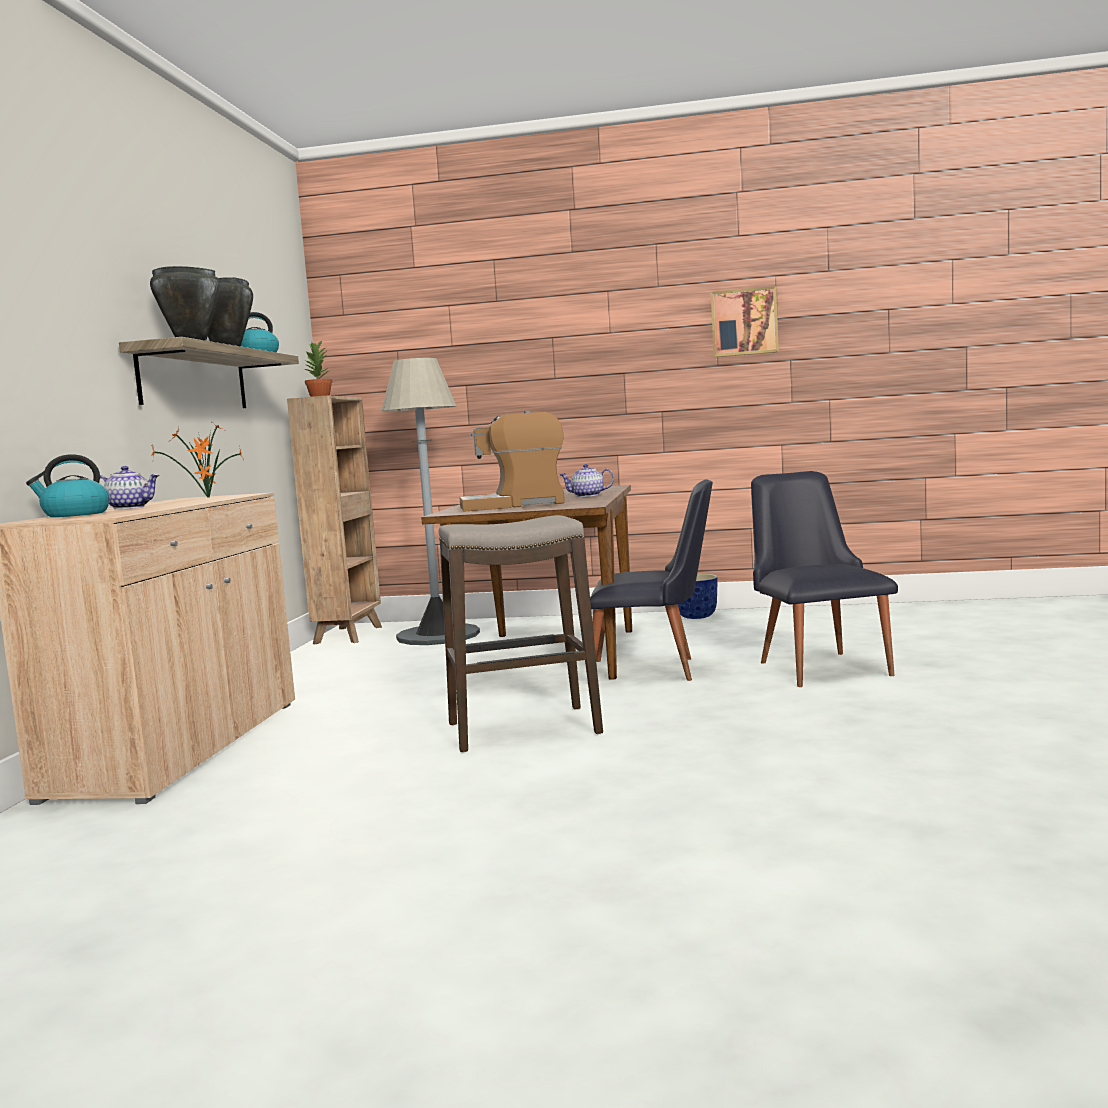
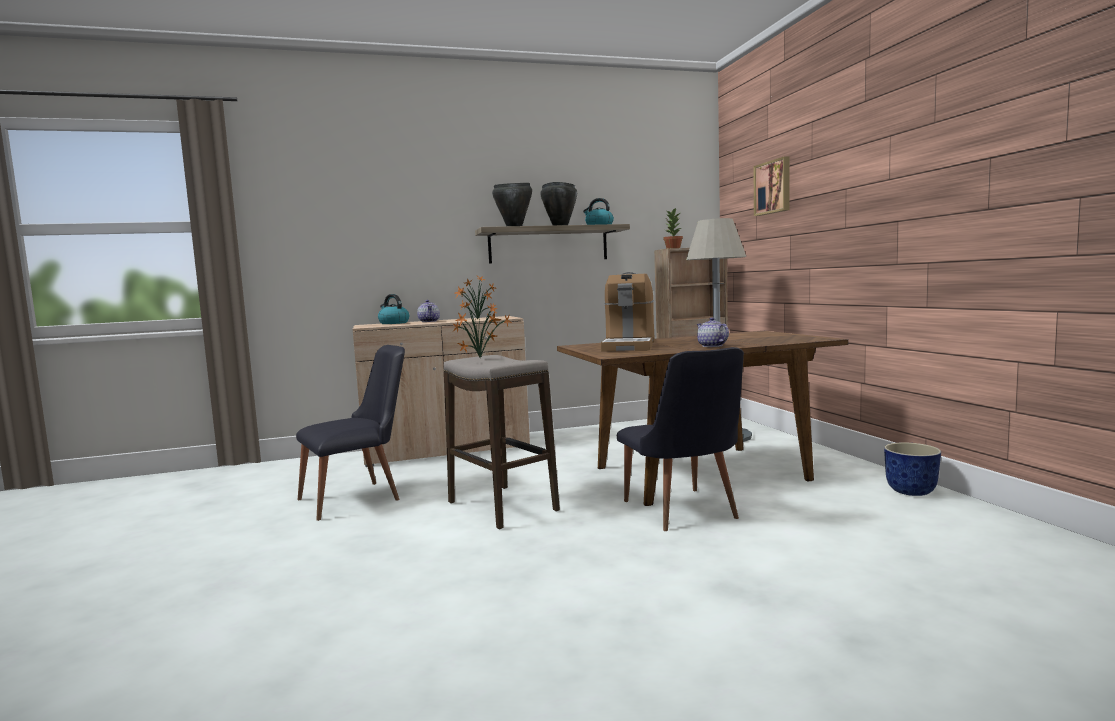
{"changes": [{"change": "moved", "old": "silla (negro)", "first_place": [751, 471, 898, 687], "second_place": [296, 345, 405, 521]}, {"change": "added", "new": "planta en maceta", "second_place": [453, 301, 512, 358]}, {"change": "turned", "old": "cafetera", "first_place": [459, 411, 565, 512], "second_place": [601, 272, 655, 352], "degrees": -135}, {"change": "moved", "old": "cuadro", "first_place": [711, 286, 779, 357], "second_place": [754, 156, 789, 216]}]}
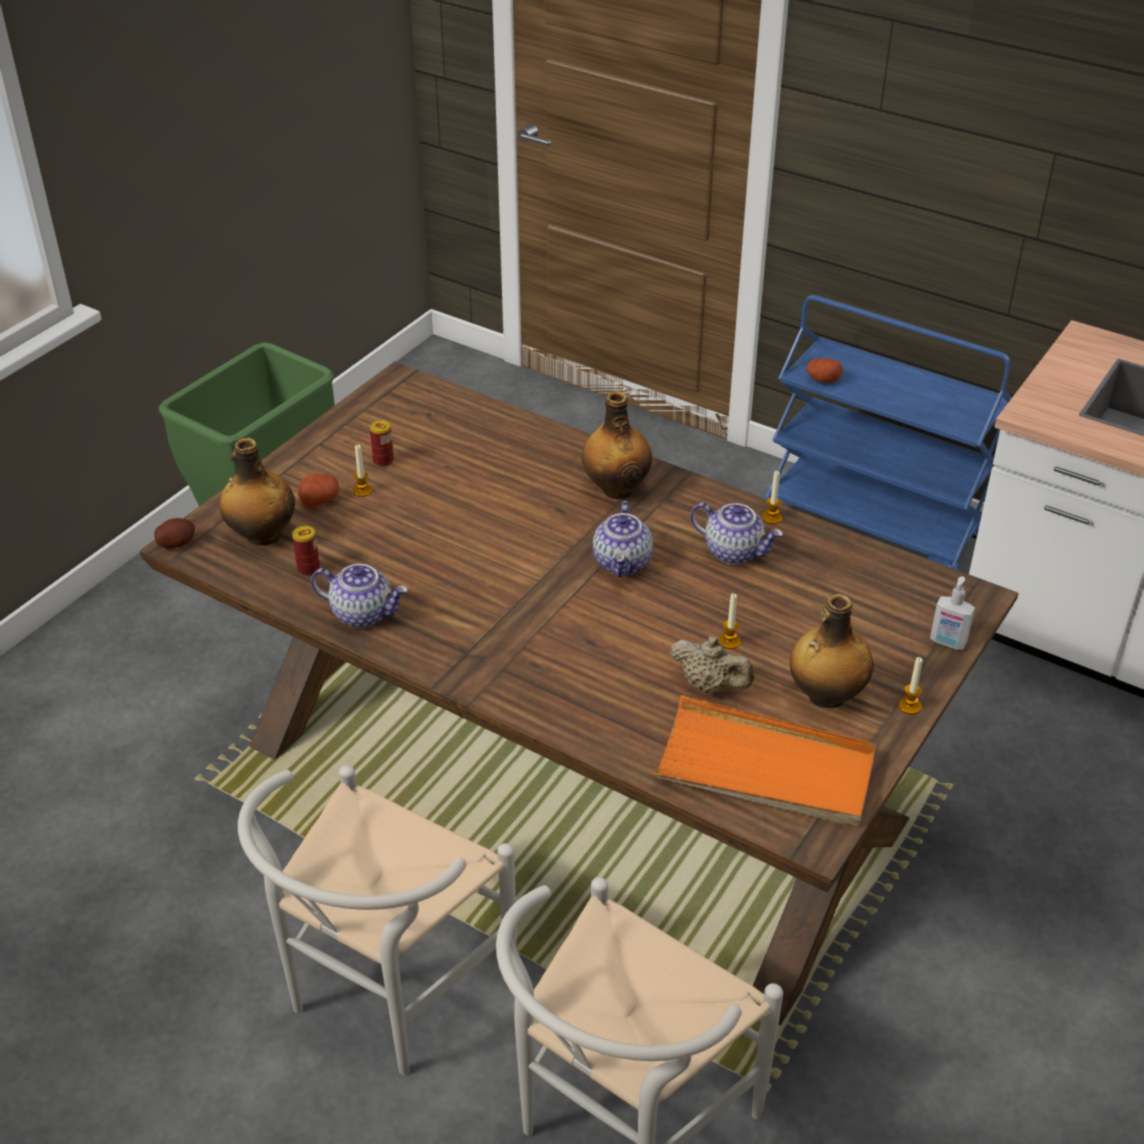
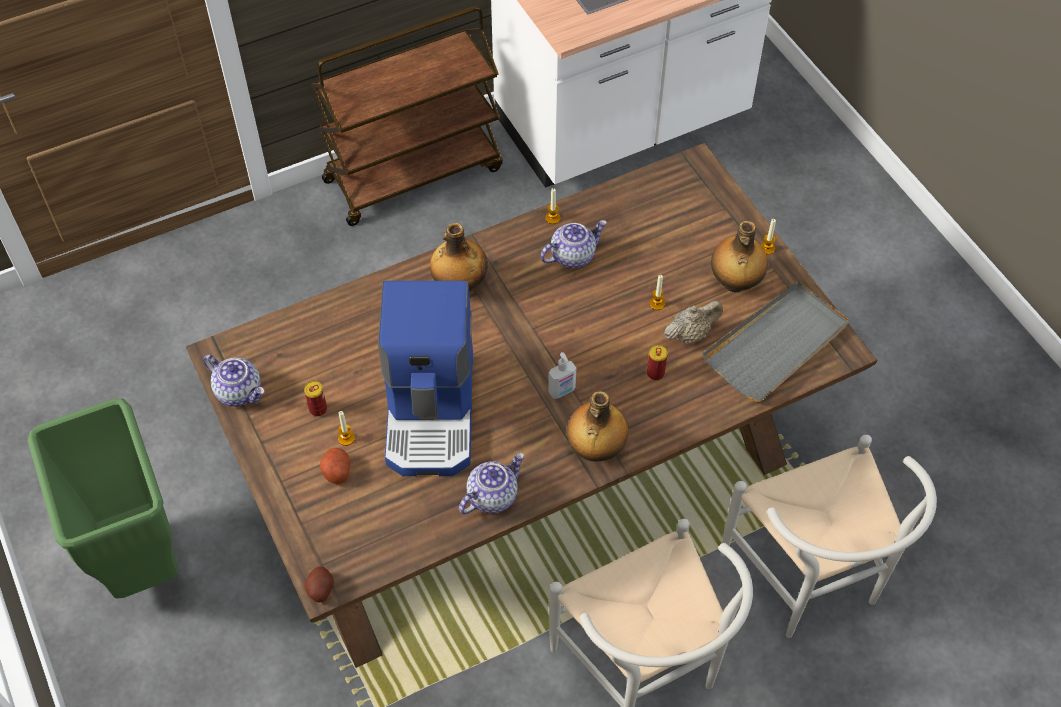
{"changes": [{"change": "moved", "old": "tetera", "first_place": [593, 501, 653, 577], "second_place": [203, 355, 265, 407]}, {"change": "recoloured", "old": "carrito (azul)", "new": "carrito (marrón)", "first_place": [764, 295, 1012, 570], "second_place": [311, 6, 503, 226]}, {"change": "added", "new": "cafetera", "second_place": [378, 281, 473, 476]}, {"change": "moved", "old": "dispensador de jabón", "first_place": [930, 576, 975, 650], "second_place": [548, 352, 576, 399]}, {"change": "moved", "old": "botella", "first_place": [220, 438, 295, 546], "second_place": [567, 391, 628, 462]}, {"change": "moved", "old": "lata", "first_place": [292, 526, 320, 576], "second_place": [647, 345, 668, 381]}, {"change": "recoloured", "old": "bandeja (naranja)", "new": "bandeja (gris)", "first_place": [653, 695, 876, 826], "second_place": [702, 281, 849, 402]}, {"change": "removed", "old": "patata", "first_place": [806, 358, 843, 383]}]}
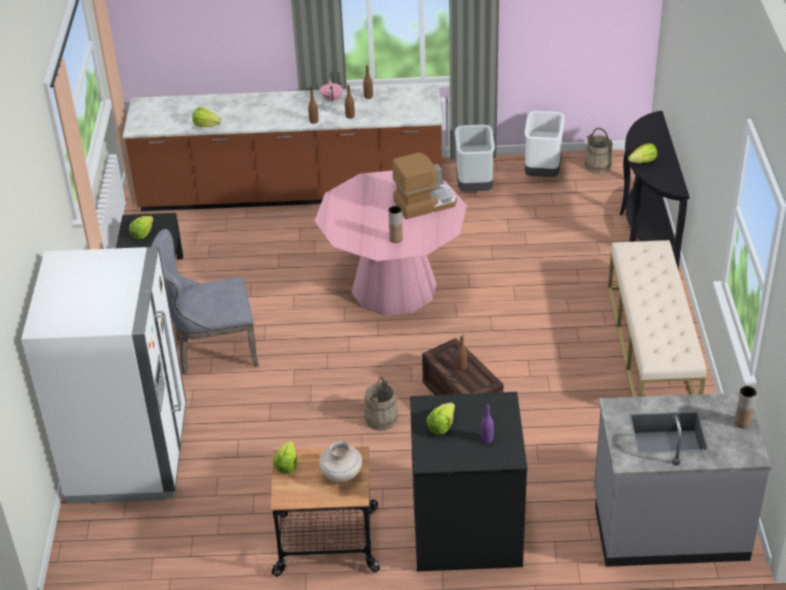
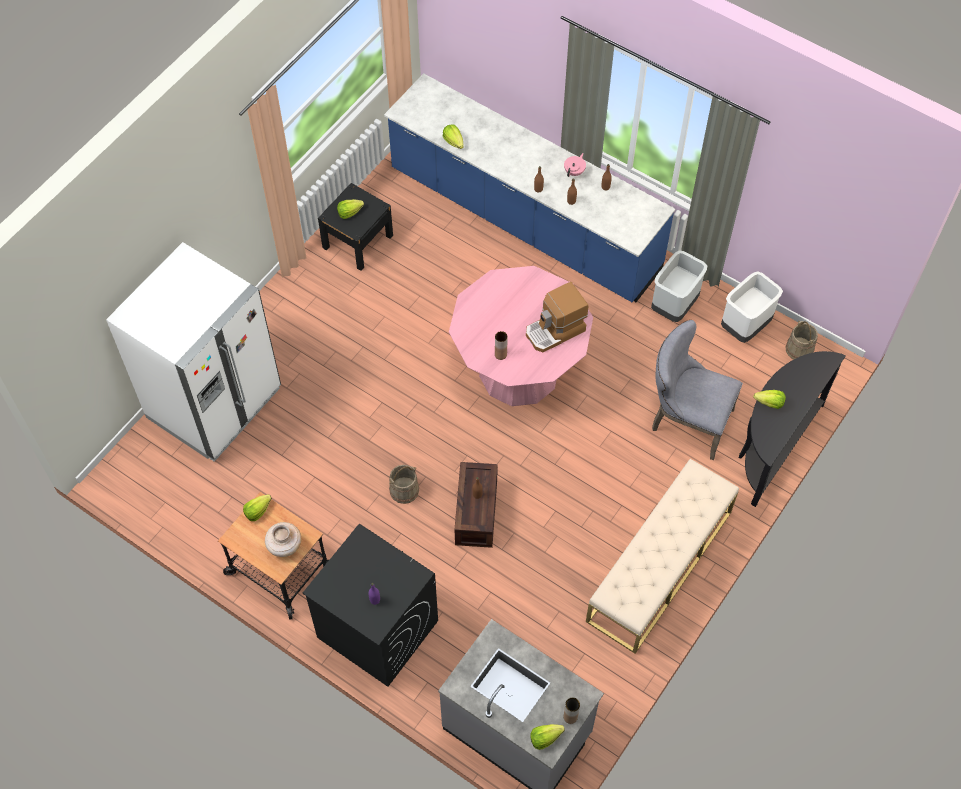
{"changes": [{"change": "recoloured", "old": "mueble bajo de cocina (marrón)", "new": "mueble bajo de cocina (azul)", "first_place": [123, 85, 443, 211], "second_place": [384, 73, 675, 302]}, {"change": "turned", "old": "cafetera", "first_place": [392, 152, 457, 219], "second_place": [526, 282, 588, 352], "degrees": 135}, {"change": "moved", "old": "lechuga", "first_place": [426, 403, 455, 435], "second_place": [530, 724, 565, 750]}, {"change": "moved", "old": "silla (gris)", "first_place": [151, 229, 259, 374], "second_place": [652, 320, 743, 460]}]}
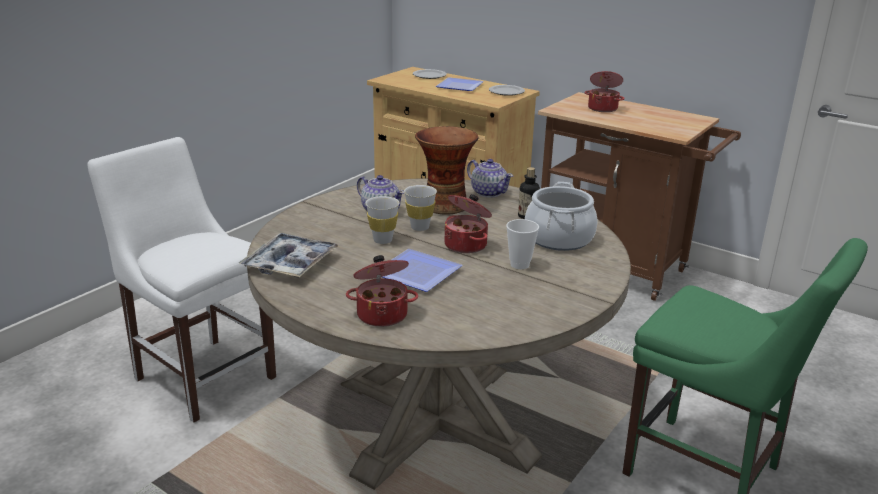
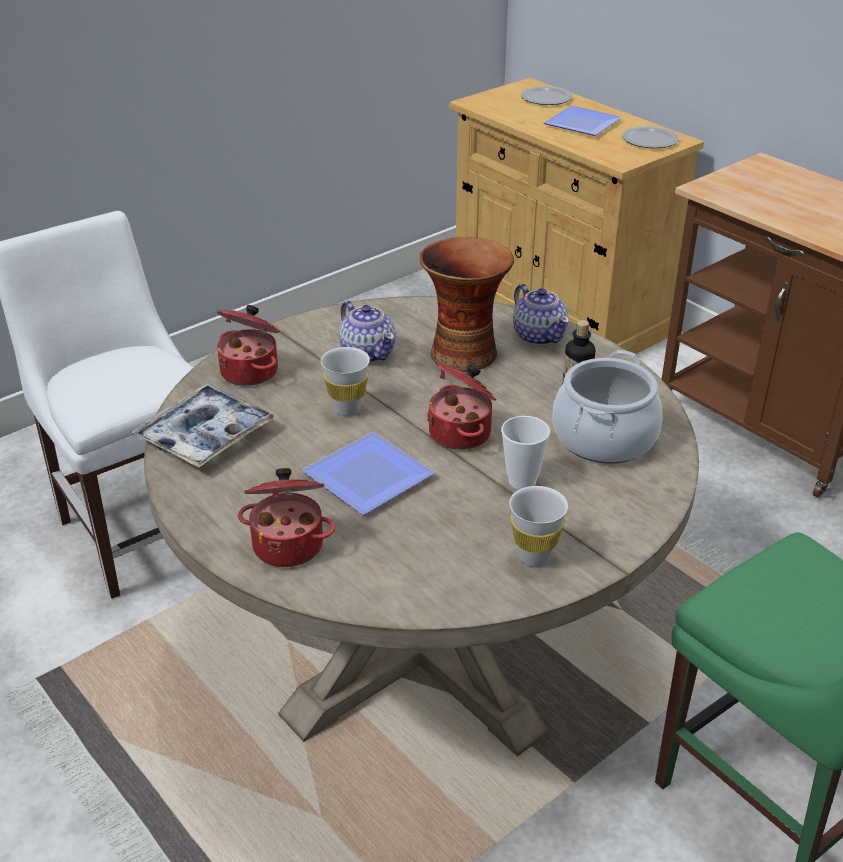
{"changes": [{"change": "moved", "old": "olla", "first_place": [584, 71, 625, 112], "second_place": [217, 305, 279, 386]}, {"change": "moved", "old": "taza (blanco)", "first_place": [404, 185, 437, 231], "second_place": [509, 486, 568, 567]}]}
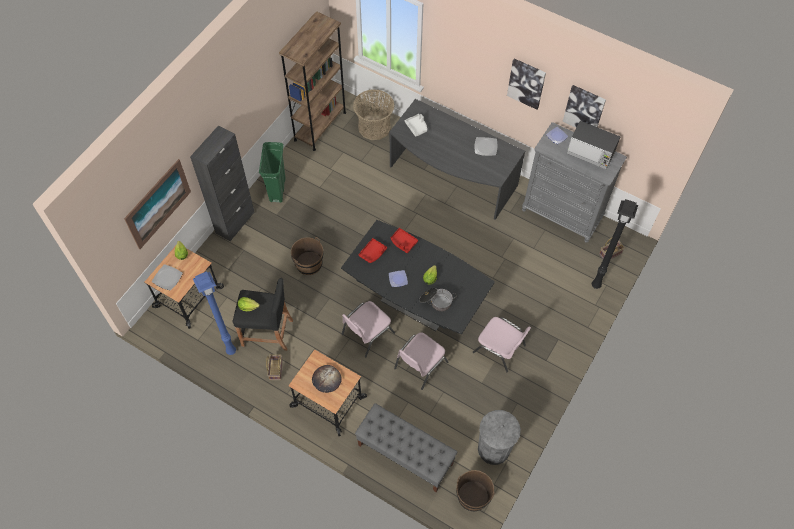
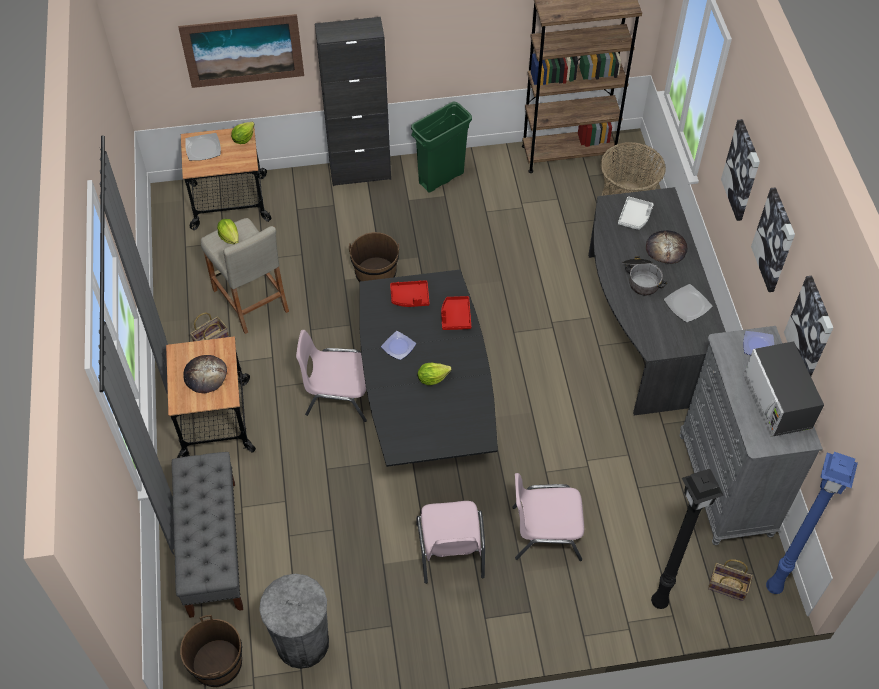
{"changes": [{"change": "recoloured", "old": "taburete (negro)", "new": "taburete (beis)", "first_place": [233, 278, 293, 351], "second_place": [201, 218, 289, 334]}, {"change": "moved", "old": "silla (rosa)", "first_place": [394, 332, 448, 390], "second_place": [512, 473, 584, 561]}, {"change": "moved", "old": "olla", "first_place": [419, 288, 456, 312], "second_place": [621, 256, 667, 296]}, {"change": "added", "new": "pan", "second_place": [646, 230, 688, 264]}, {"change": "added", "new": "cuadro", "second_place": [721, 119, 760, 221]}, {"change": "moved", "old": "lámpara de pie (azul)", "first_place": [193, 271, 236, 355], "second_place": [766, 452, 858, 594]}]}
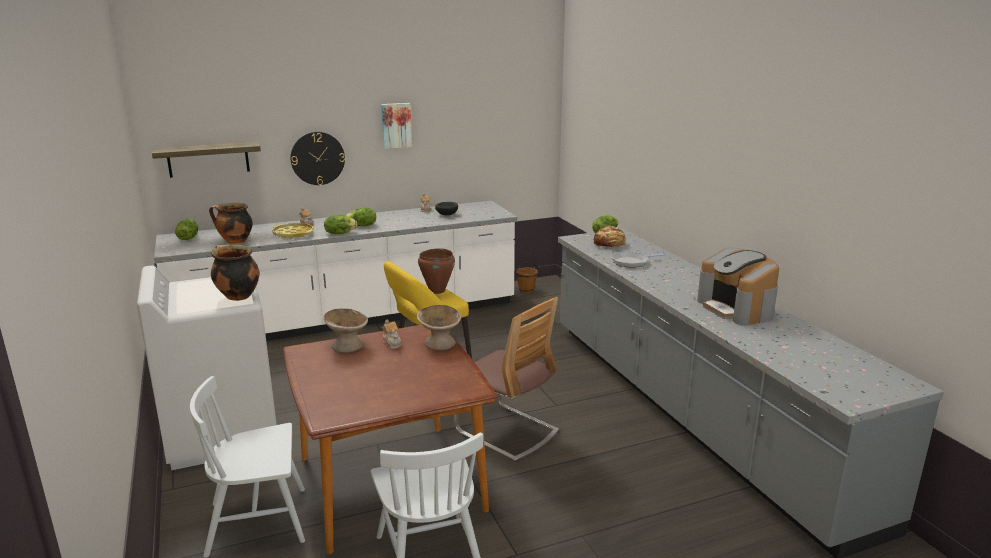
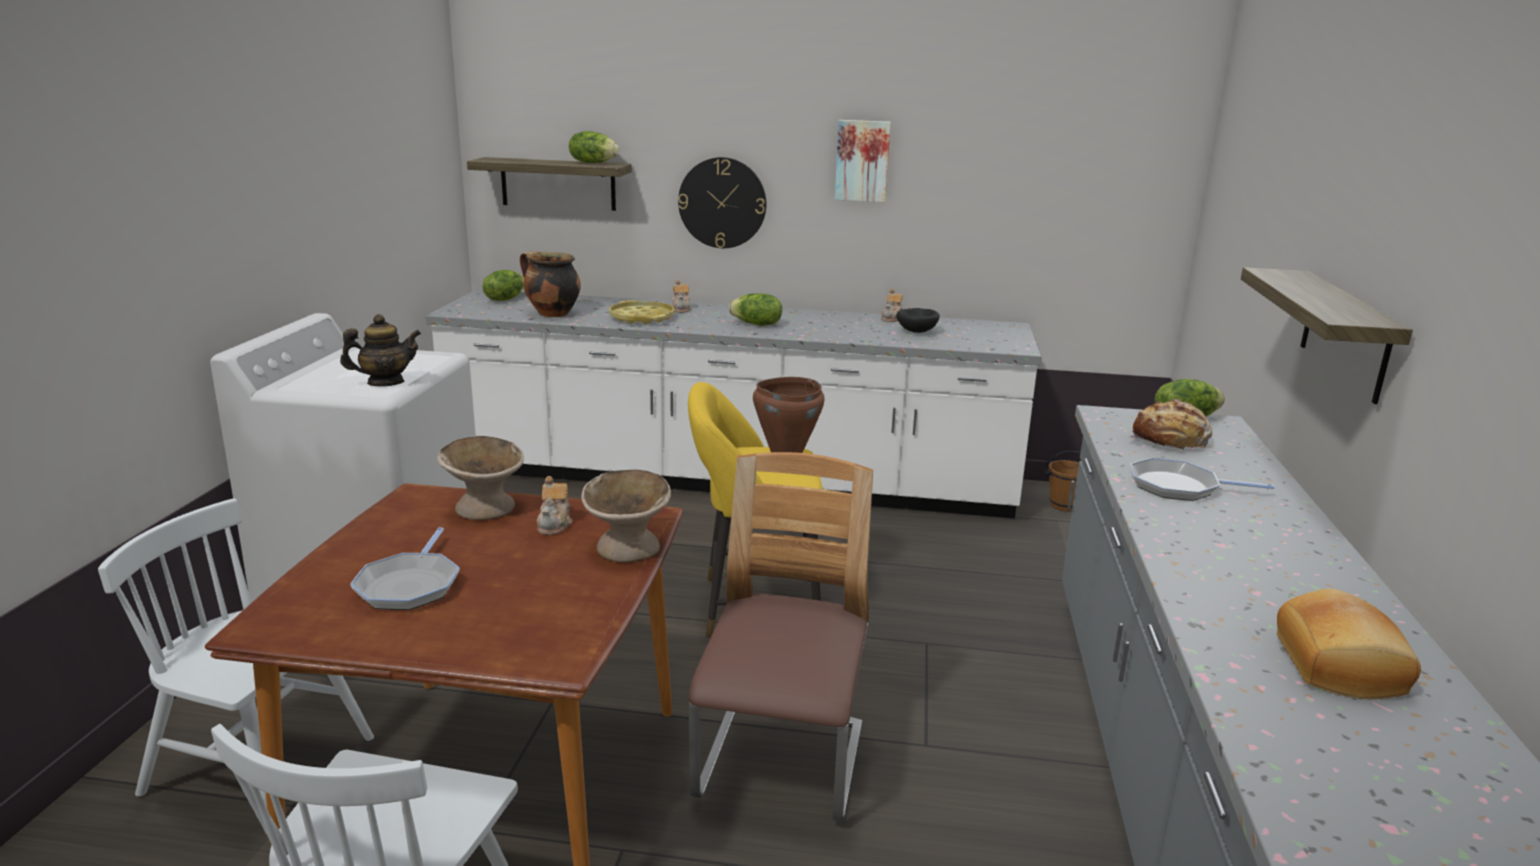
{"changes": [{"change": "replaced", "old": "olla", "new": "tetera", "first_place": [211, 244, 260, 301], "second_place": [340, 314, 421, 387]}, {"change": "added", "new": "sartén", "second_place": [350, 527, 460, 610]}, {"change": "moved", "old": "lechuga", "first_place": [324, 215, 357, 234], "second_place": [569, 131, 619, 163]}, {"change": "turned", "old": "silla", "first_place": [454, 297, 559, 462], "second_place": [688, 452, 873, 822], "degrees": -150}, {"change": "added", "new": "estante", "second_place": [1241, 267, 1413, 404]}, {"change": "replaced", "old": "cafetera", "new": "pan", "first_place": [697, 247, 779, 326], "second_place": [1277, 589, 1421, 699]}]}
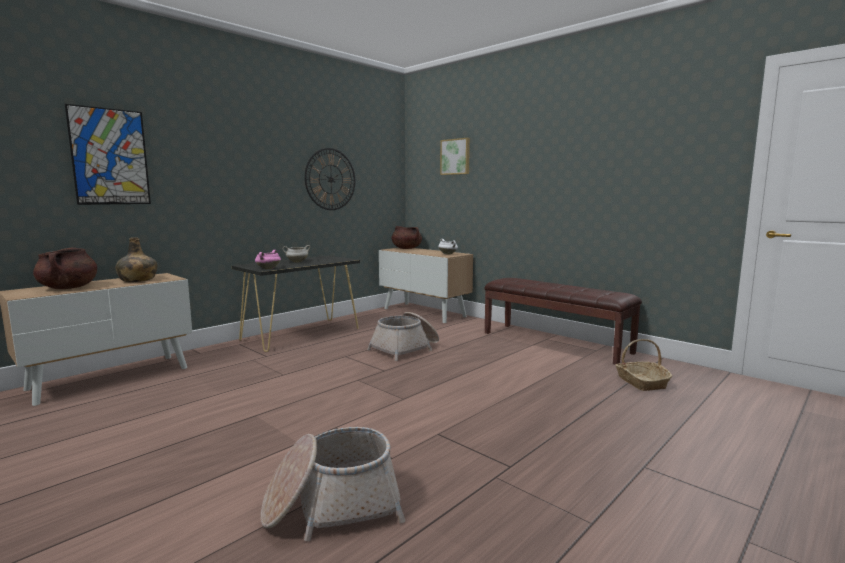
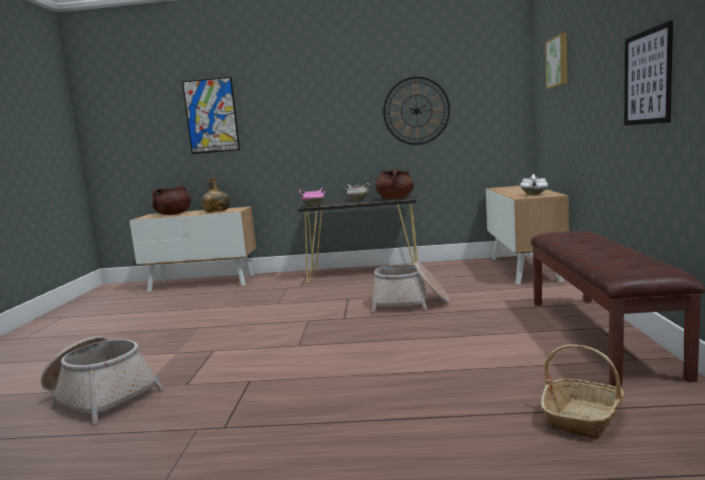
{"changes": [{"change": "moved", "old": "olla (marrón)", "first_place": [391, 226, 422, 249], "second_place": [375, 169, 414, 199]}, {"change": "added", "new": "cuadro", "second_place": [624, 20, 673, 126]}]}
